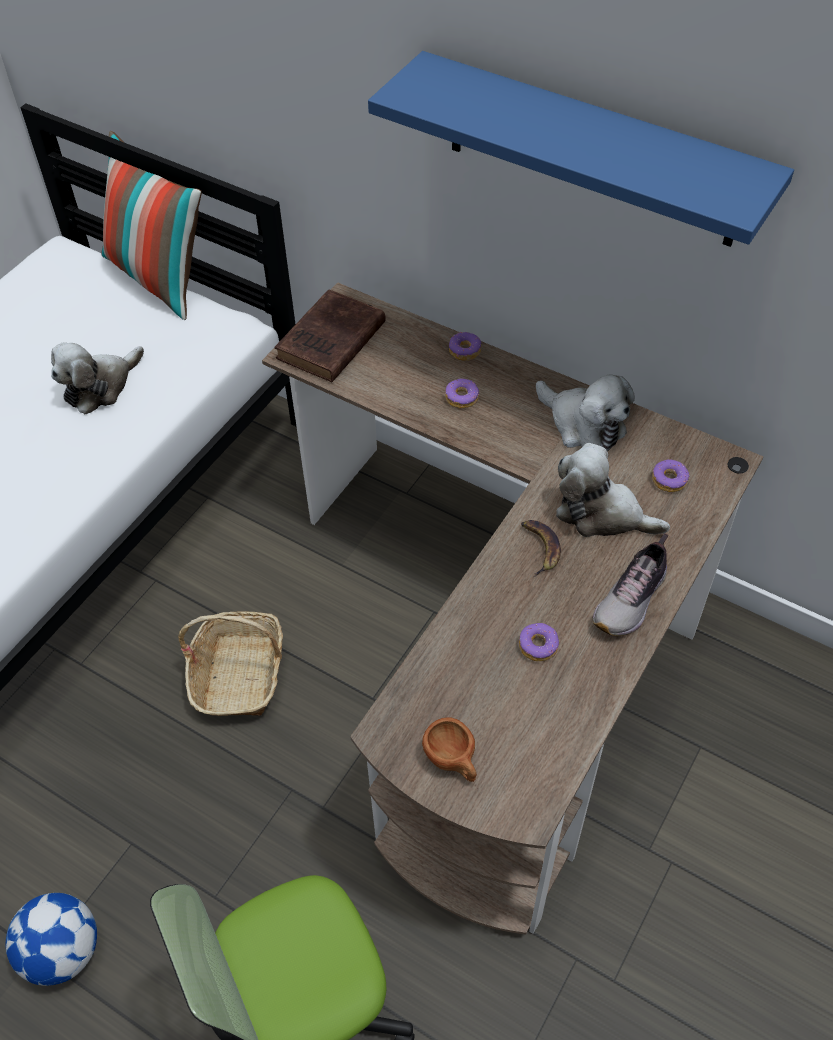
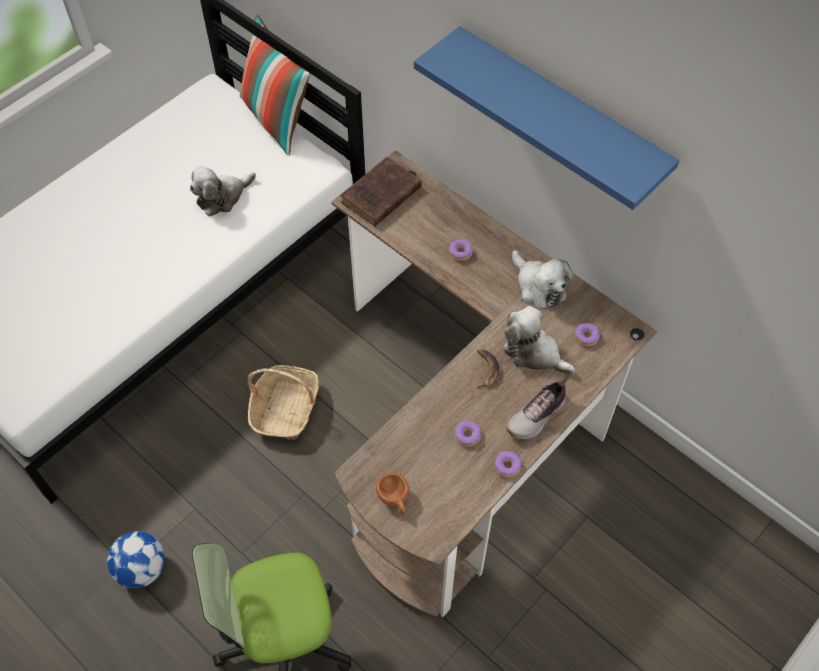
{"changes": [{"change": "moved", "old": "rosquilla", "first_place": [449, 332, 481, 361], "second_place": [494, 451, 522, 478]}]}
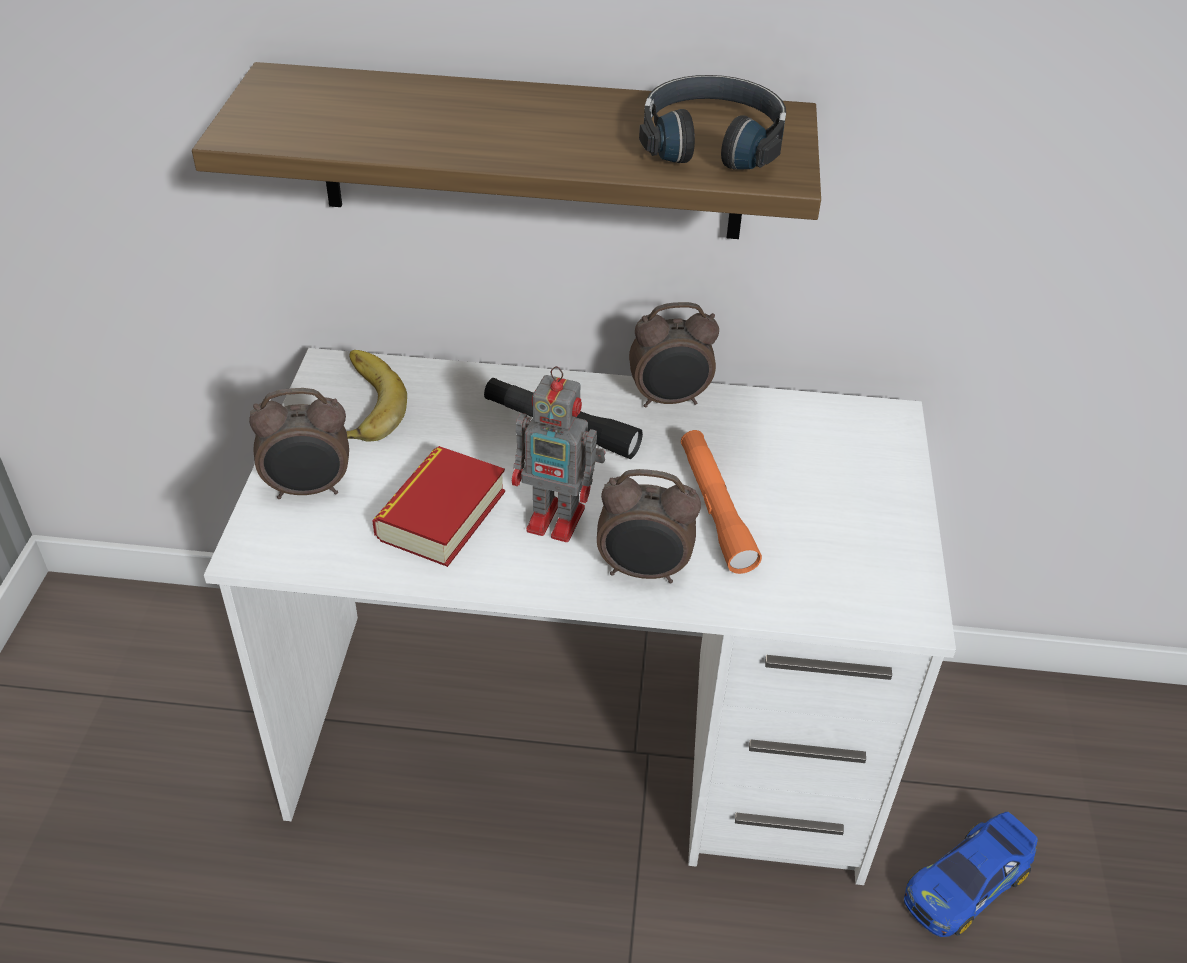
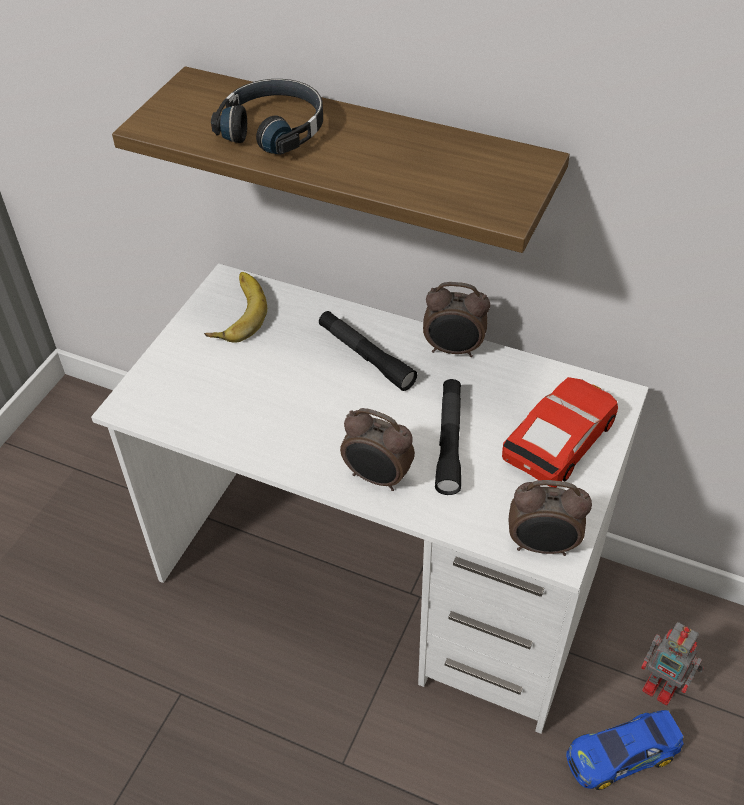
{"changes": [{"change": "moved", "old": "auriculares (negro)", "first_place": [639, 75, 786, 170], "second_place": [211, 79, 323, 155]}, {"change": "recoloured", "old": "linterna (naranja)", "new": "linterna (negro)", "first_place": [681, 430, 762, 574], "second_place": [435, 379, 461, 495]}, {"change": "added", "new": "coche de juguete (rojo)", "second_place": [502, 377, 618, 488]}, {"change": "moved", "old": "despertador", "first_place": [249, 388, 349, 499], "second_place": [509, 480, 592, 556]}, {"change": "moved", "old": "robot de juguete", "first_place": [512, 366, 606, 542], "second_place": [641, 622, 704, 705]}, {"change": "removed", "old": "libro", "first_place": [372, 446, 505, 567]}]}
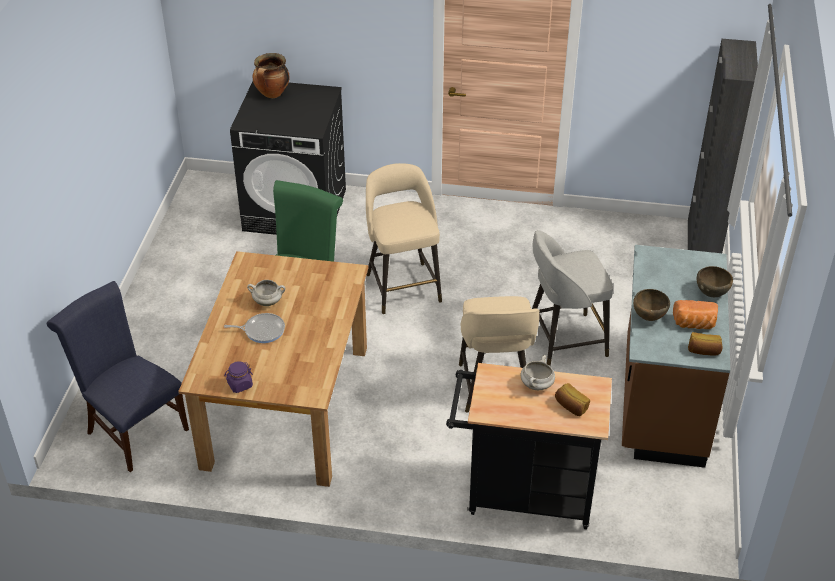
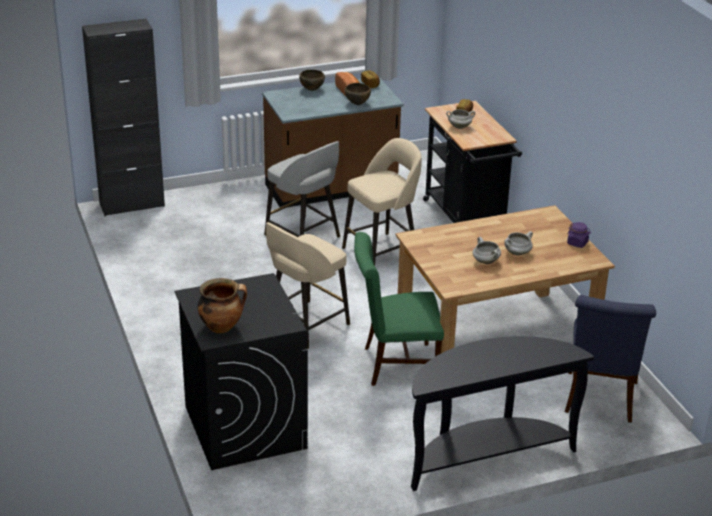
{"changes": [{"change": "added", "new": "mesa consola (negro)", "second_place": [411, 336, 594, 491]}, {"change": "replaced", "old": "sartén", "new": "olla (blanco)", "first_place": [224, 313, 285, 343], "second_place": [504, 231, 533, 255]}]}
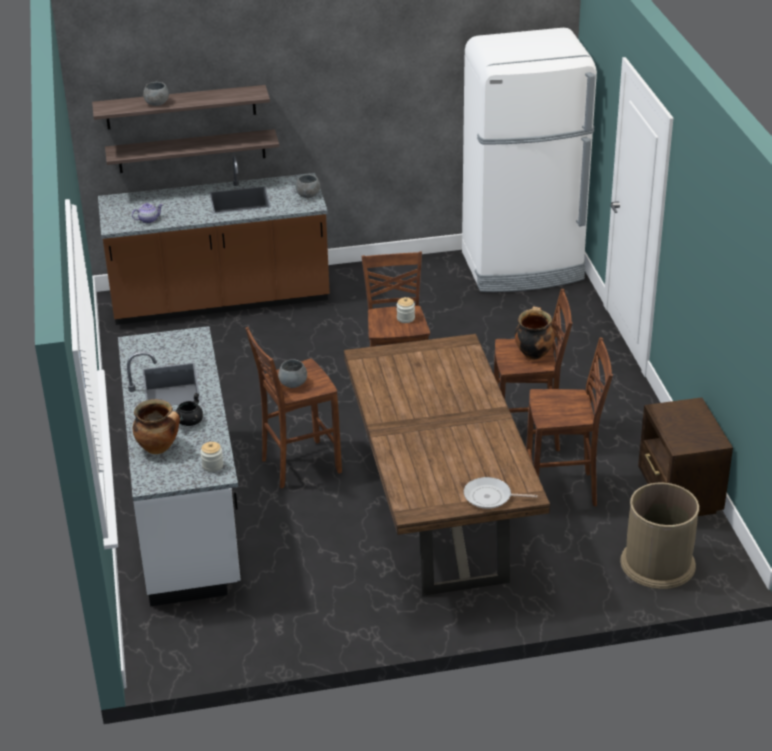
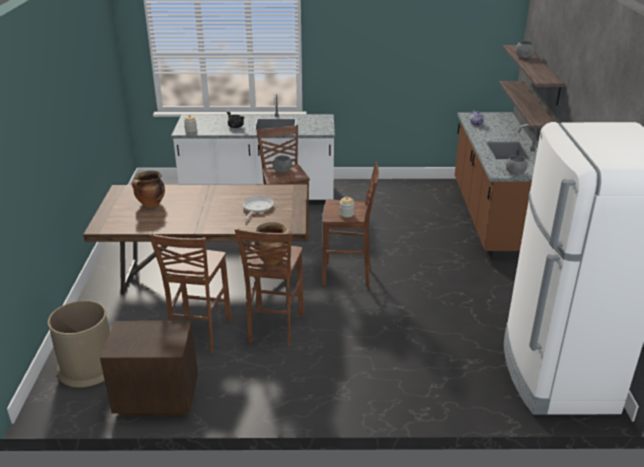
{"changes": [{"change": "moved", "old": "olla", "first_place": [133, 399, 180, 454], "second_place": [132, 171, 165, 208]}, {"change": "moved", "old": "sartén", "first_place": [464, 477, 538, 509], "second_place": [242, 196, 274, 221]}]}
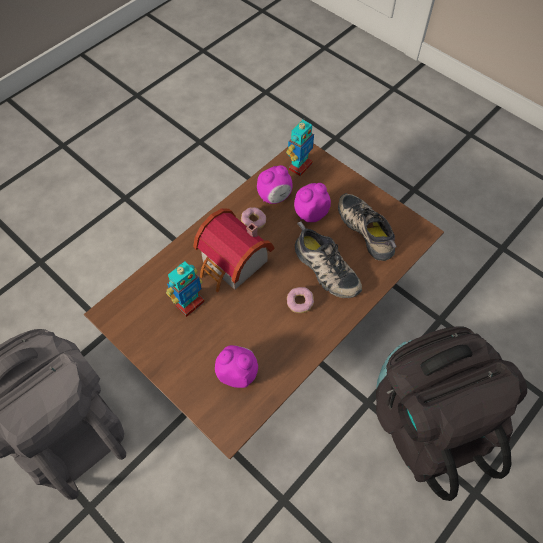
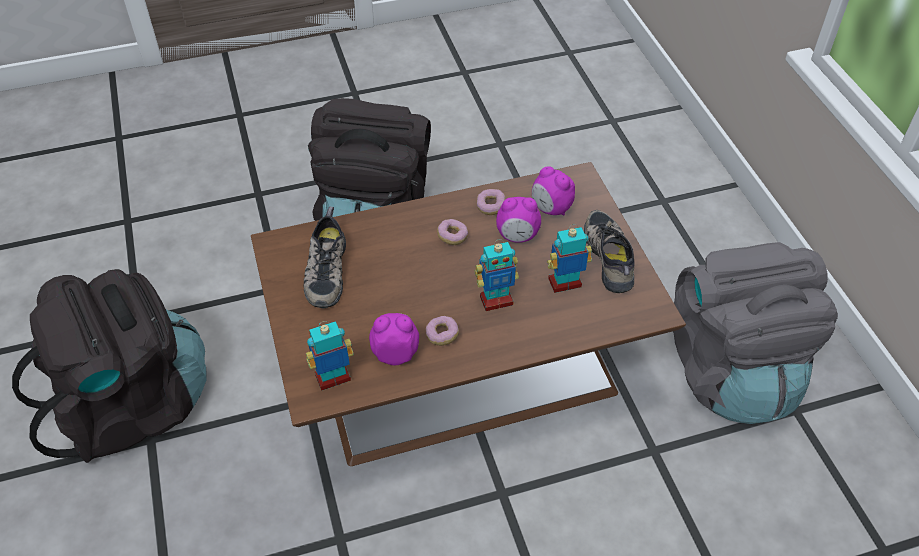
{"changes": [{"change": "added", "new": "mochila (negro)", "second_place": [12, 269, 207, 463]}, {"change": "replaced", "old": "casita", "new": "robot de juguete", "first_place": [193, 208, 274, 292], "second_place": [475, 239, 519, 311]}, {"change": "added", "new": "rosquilla", "second_place": [476, 189, 506, 215]}, {"change": "moved", "old": "despertador", "first_place": [294, 183, 331, 222], "second_place": [496, 197, 541, 243]}, {"change": "moved", "old": "zapato", "first_place": [295, 221, 362, 298], "second_place": [584, 210, 635, 293]}]}
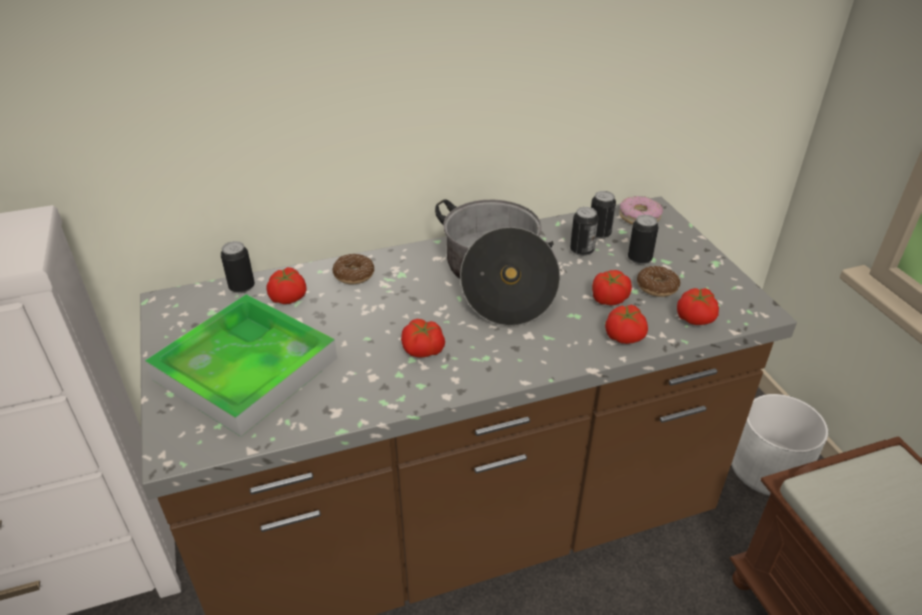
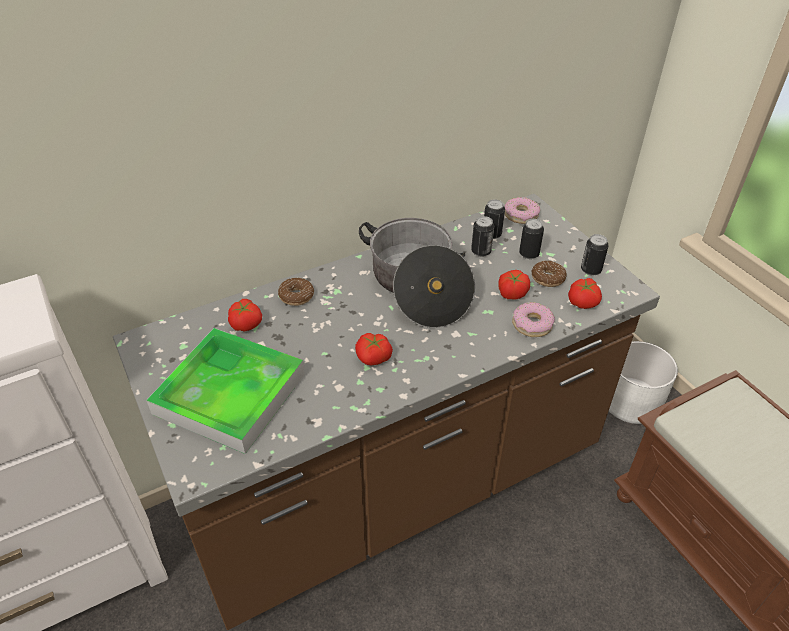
{"changes": [{"change": "replaced", "old": "tomate", "new": "rosquilla", "first_place": [605, 305, 648, 344], "second_place": [512, 302, 555, 337]}, {"change": "moved", "old": "lata", "first_place": [221, 241, 255, 293], "second_place": [581, 234, 609, 276]}]}
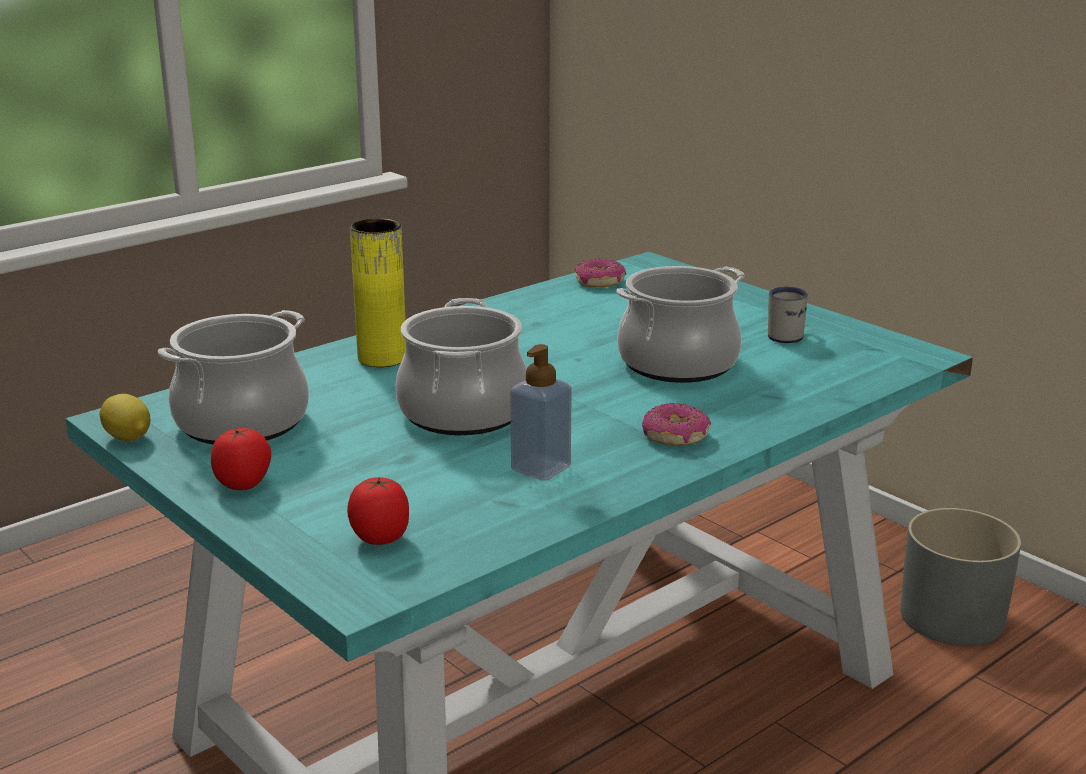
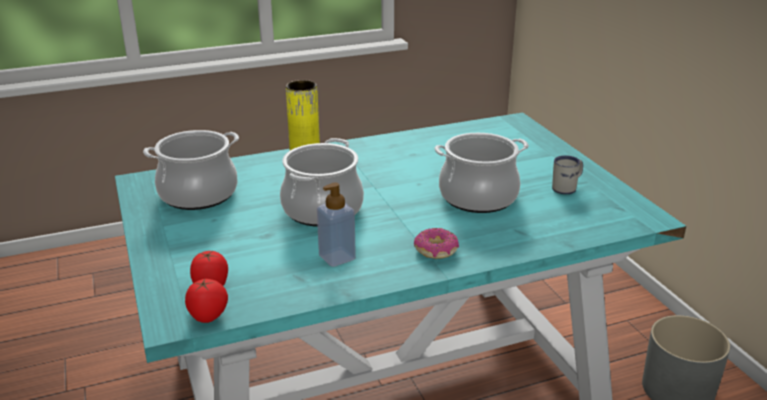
{"changes": [{"change": "moved", "old": "tomate", "first_place": [211, 428, 271, 490], "second_place": [185, 279, 228, 323]}, {"change": "removed", "old": "limón", "first_place": [100, 394, 150, 441]}, {"change": "removed", "old": "rosquilla", "first_place": [575, 258, 626, 287]}]}
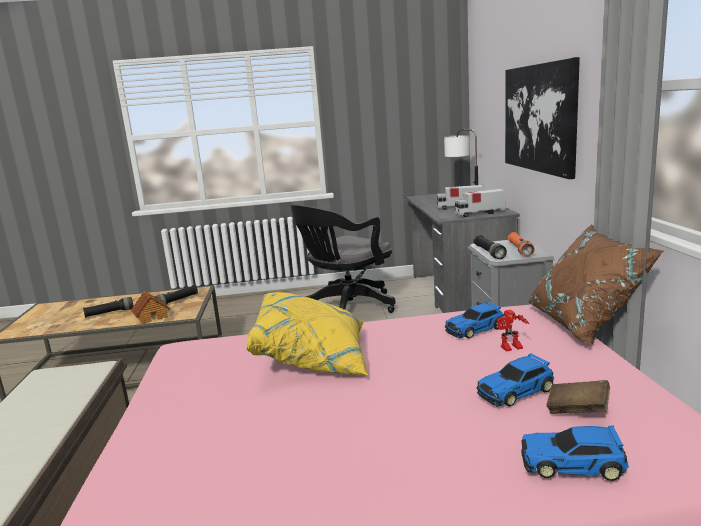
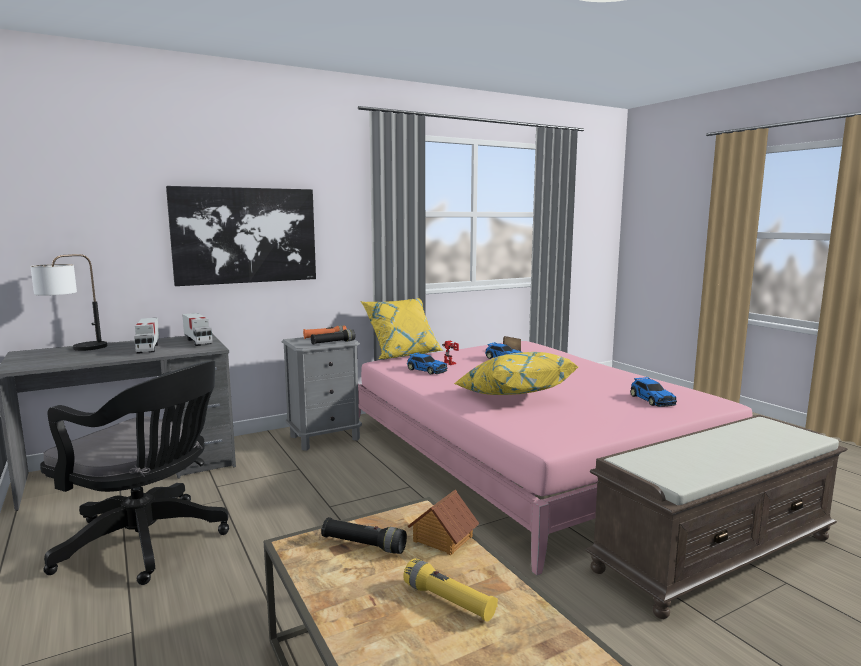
{"changes": [{"change": "recoloured", "old": "cojín (marrón)", "new": "cojín (amarillo)", "first_place": [529, 224, 664, 346], "second_place": [360, 298, 443, 359]}, {"change": "recoloured", "old": "linterna (negro)", "new": "linterna (amarillo)", "first_place": [83, 297, 134, 318], "second_place": [403, 558, 498, 622]}, {"change": "moved", "old": "coche de juguete", "first_place": [521, 425, 629, 481], "second_place": [630, 377, 677, 407]}]}
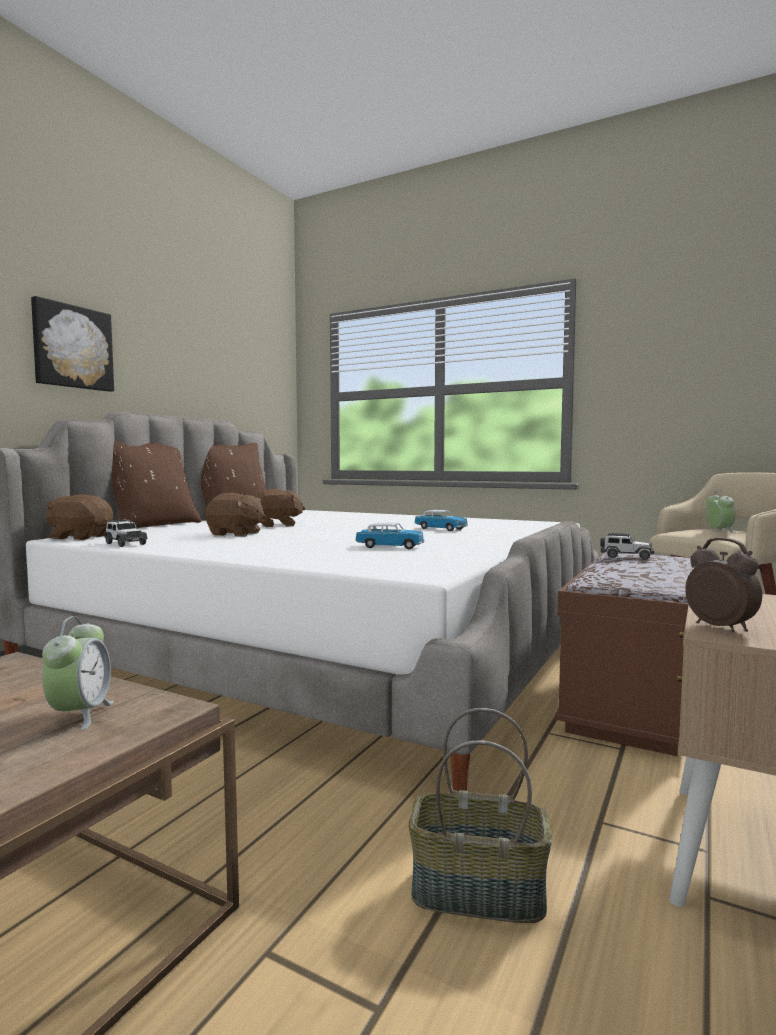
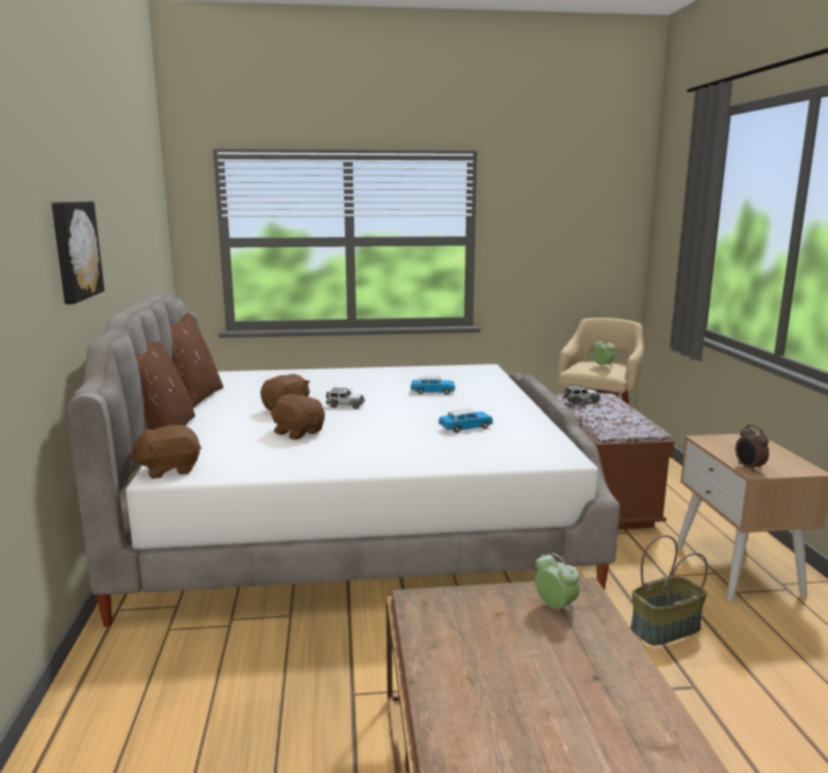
{"changes": [{"change": "turned", "old": "peluche (marrón)", "first_place": [205, 493, 265, 536], "second_place": [269, 394, 325, 440], "degrees": -120}, {"change": "moved", "old": "coche de juguete", "first_place": [104, 519, 148, 547], "second_place": [326, 388, 365, 409]}, {"change": "turned", "old": "despertador", "first_place": [685, 538, 762, 632], "second_place": [735, 424, 769, 472], "degrees": -135}]}
